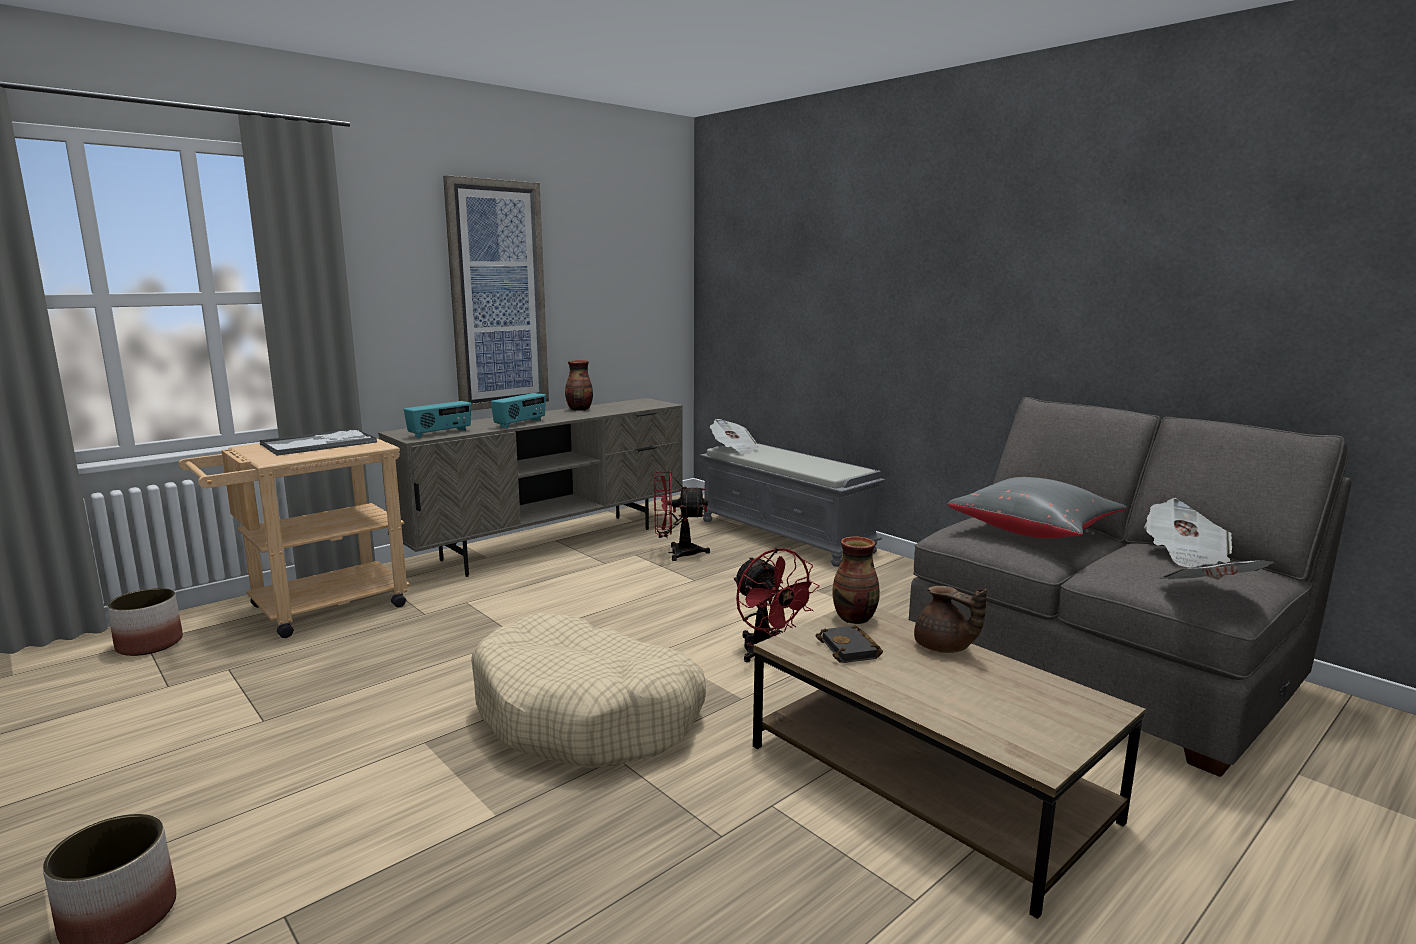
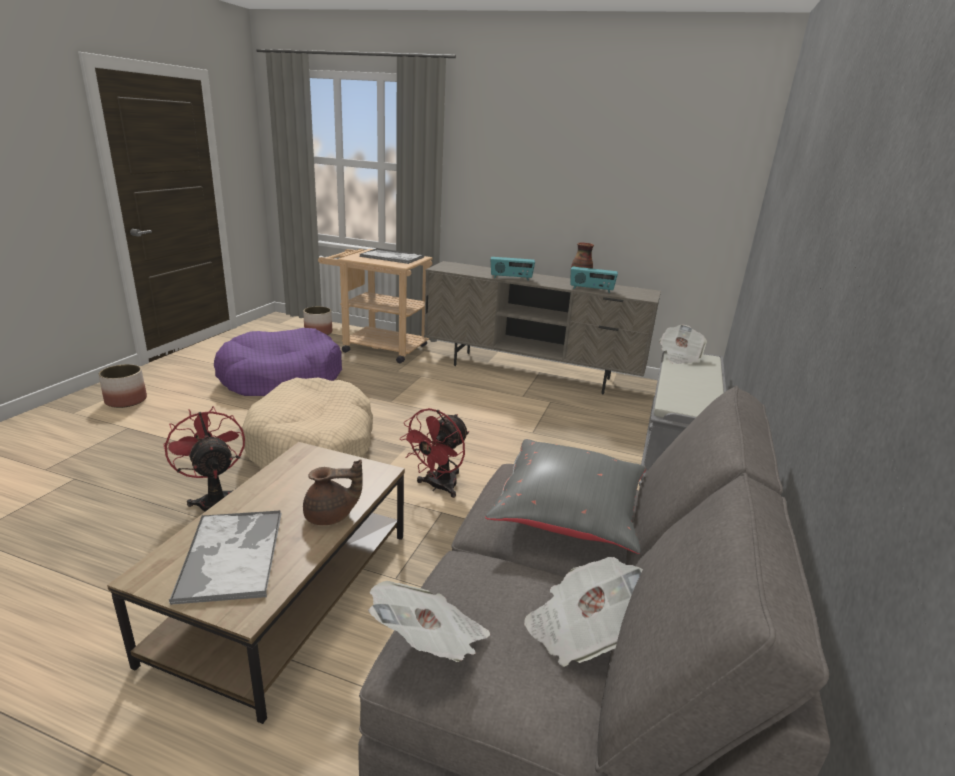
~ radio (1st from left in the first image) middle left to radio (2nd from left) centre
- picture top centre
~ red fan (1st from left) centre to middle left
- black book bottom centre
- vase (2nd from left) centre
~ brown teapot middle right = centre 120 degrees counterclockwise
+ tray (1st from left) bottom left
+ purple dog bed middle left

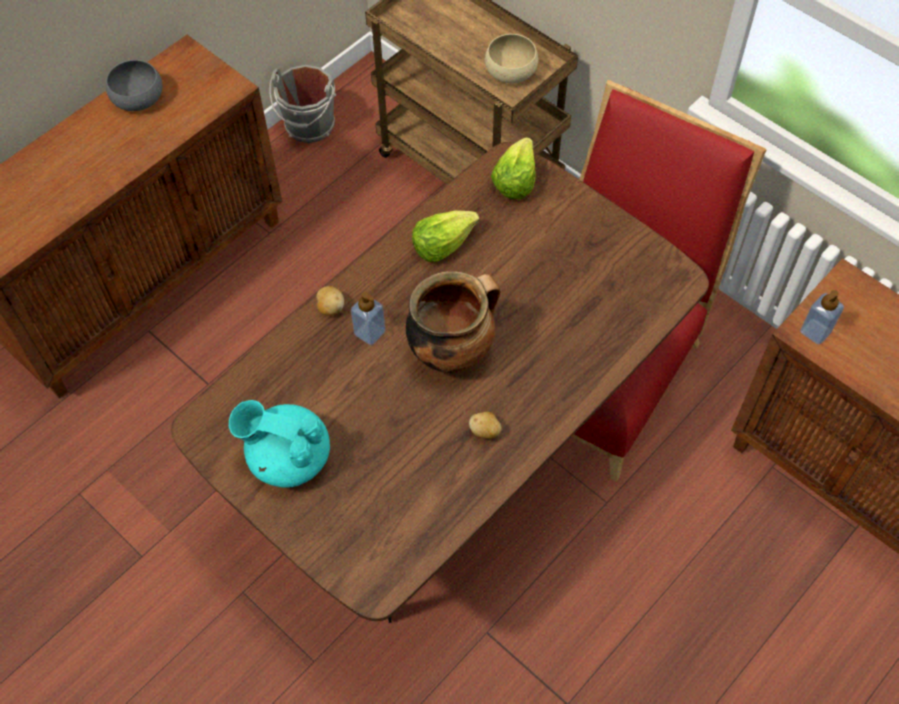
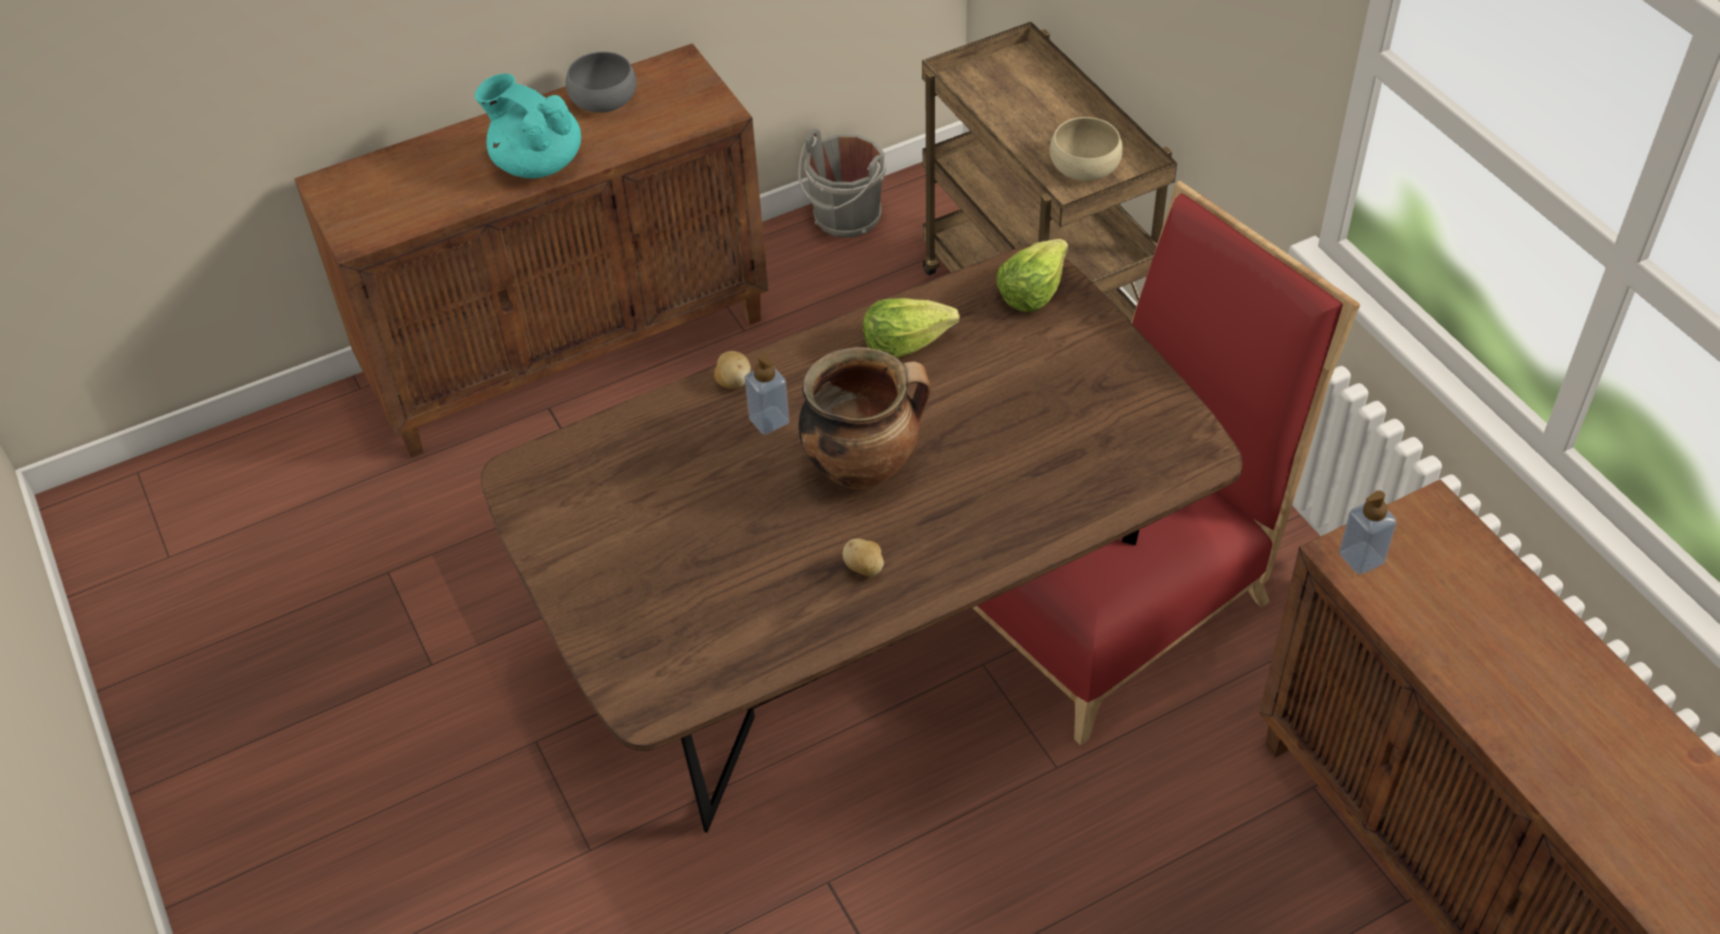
~ turquoise teapot middle left to top left

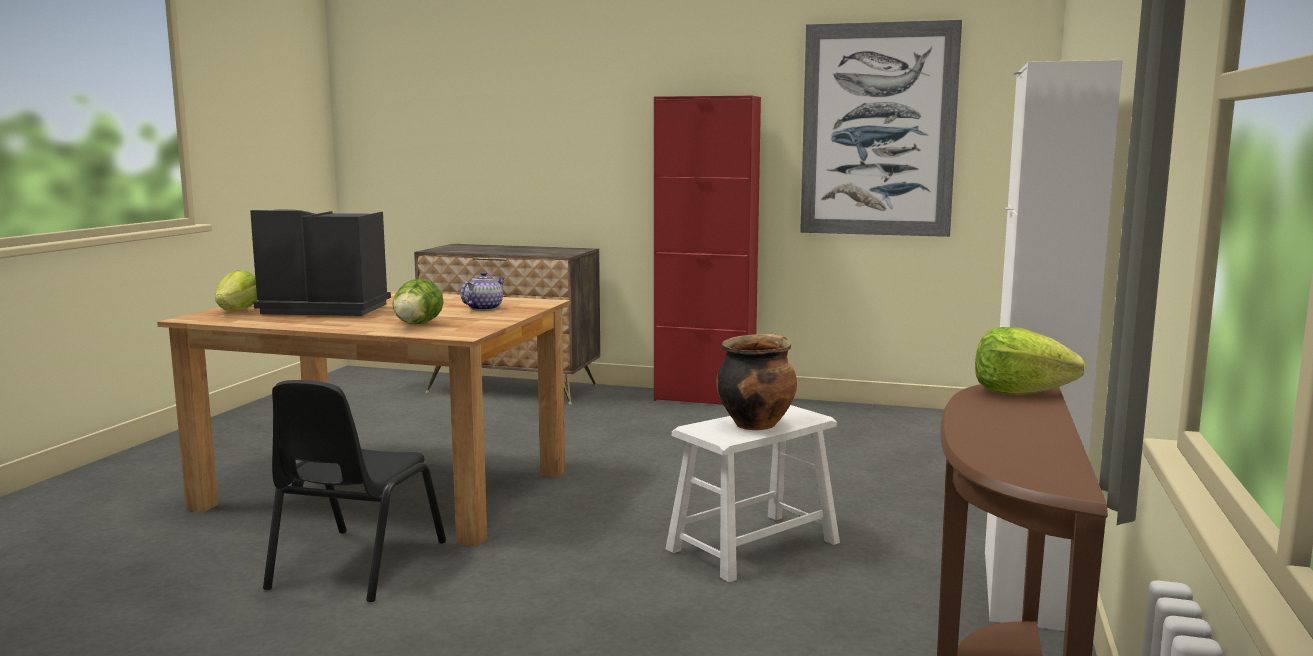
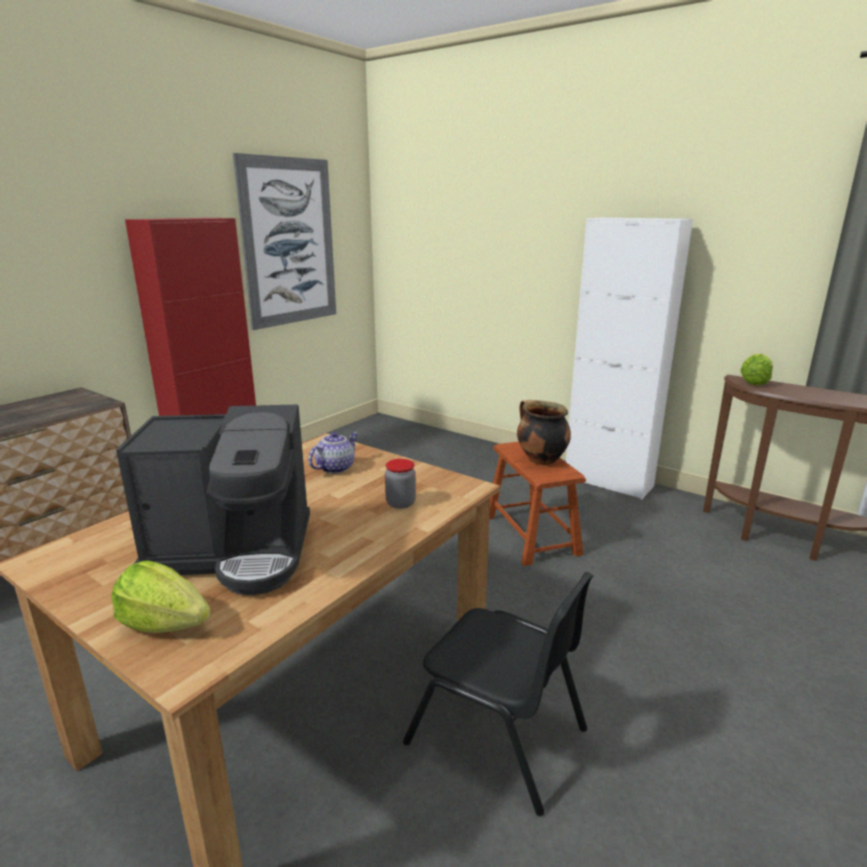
~ coffee machine middle left = middle left 120 degrees counterclockwise
~ lettuce (2nd from left) middle left to jar centre
~ teapot centre = centre 75 degrees clockwise
~ white stool bottom centre to brown stool centre

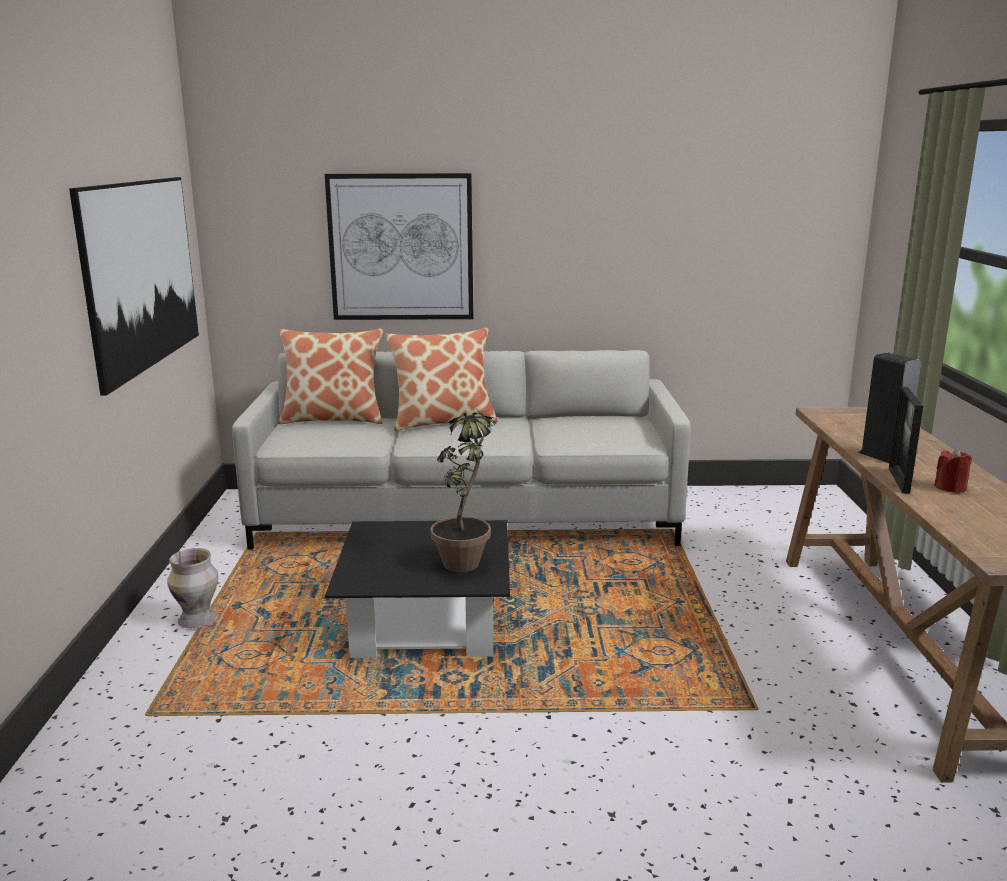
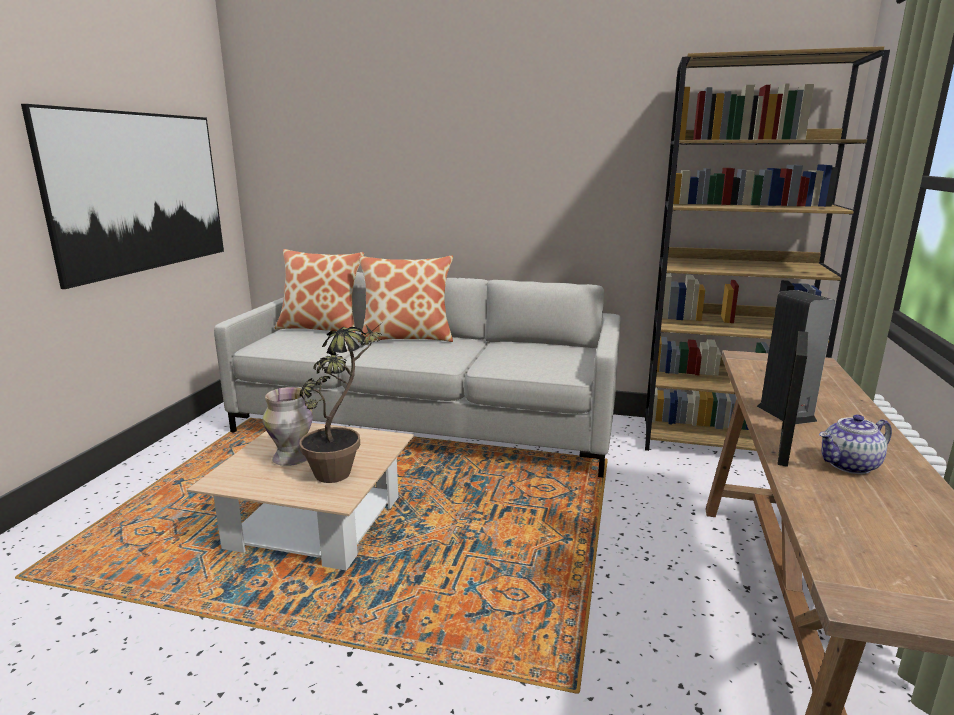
~ vase bottom left to middle left
- picture (2nd from left) top centre
~ black coffee table bottom centre to beige coffee table bottom left
~ red candle middle right to teapot middle right
+ brown bookcase middle right

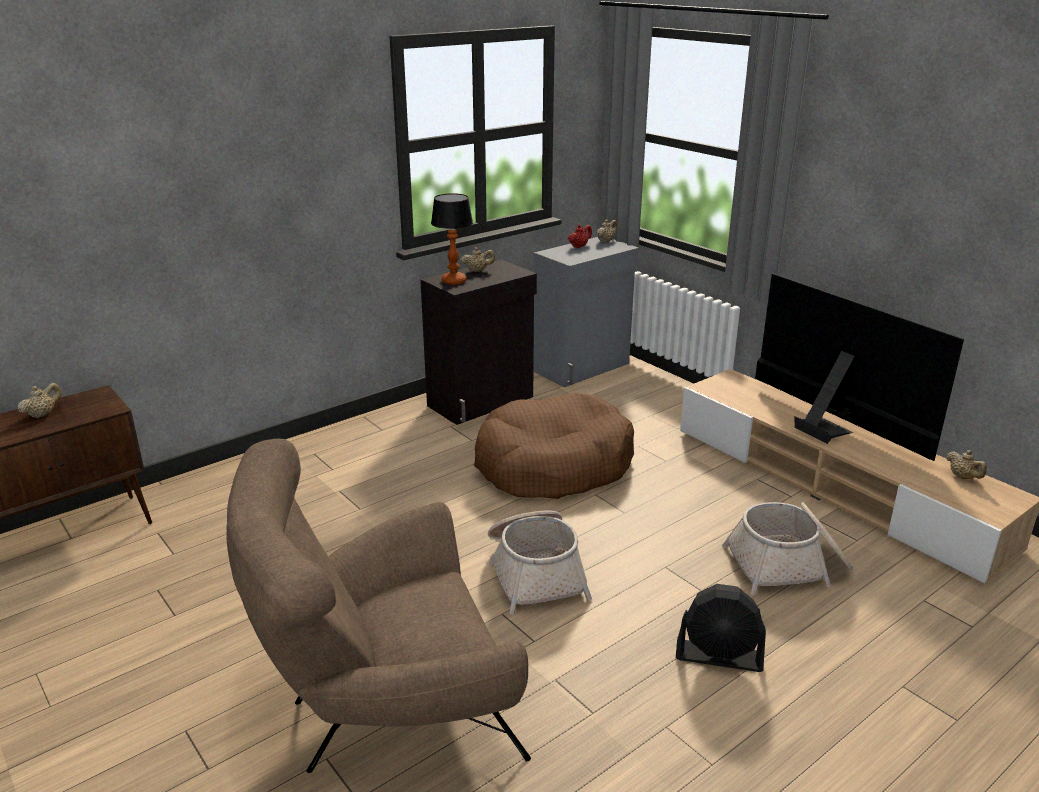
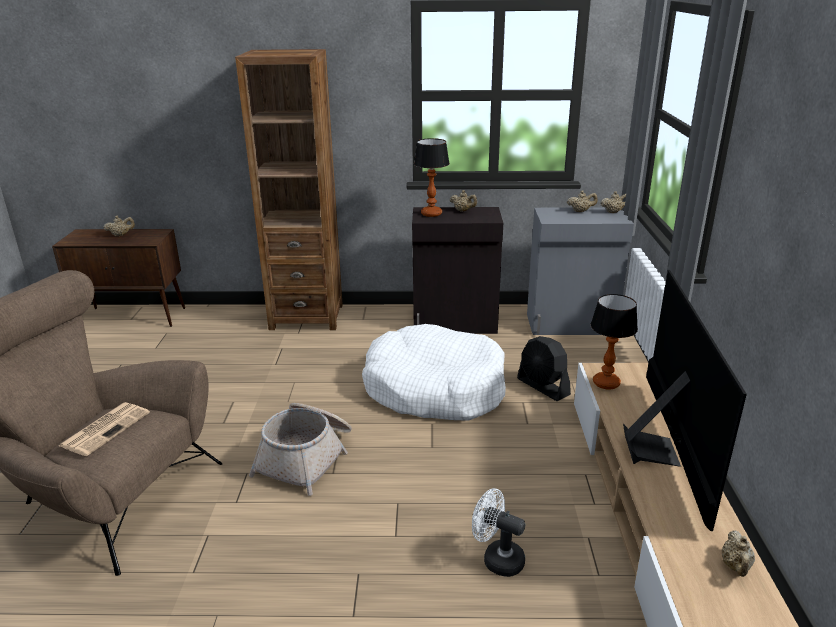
~ brown dog bed centre to white dog bed centre
~ red teapot top centre to beige teapot (3rd from left) top right
~ black fan bottom right to centre
~ basket (2nd from left) bottom right to white fan bottom centre
+ newspaper bottom left
+ brown bookcase top centre
+ table lamp (2nd from left) middle right

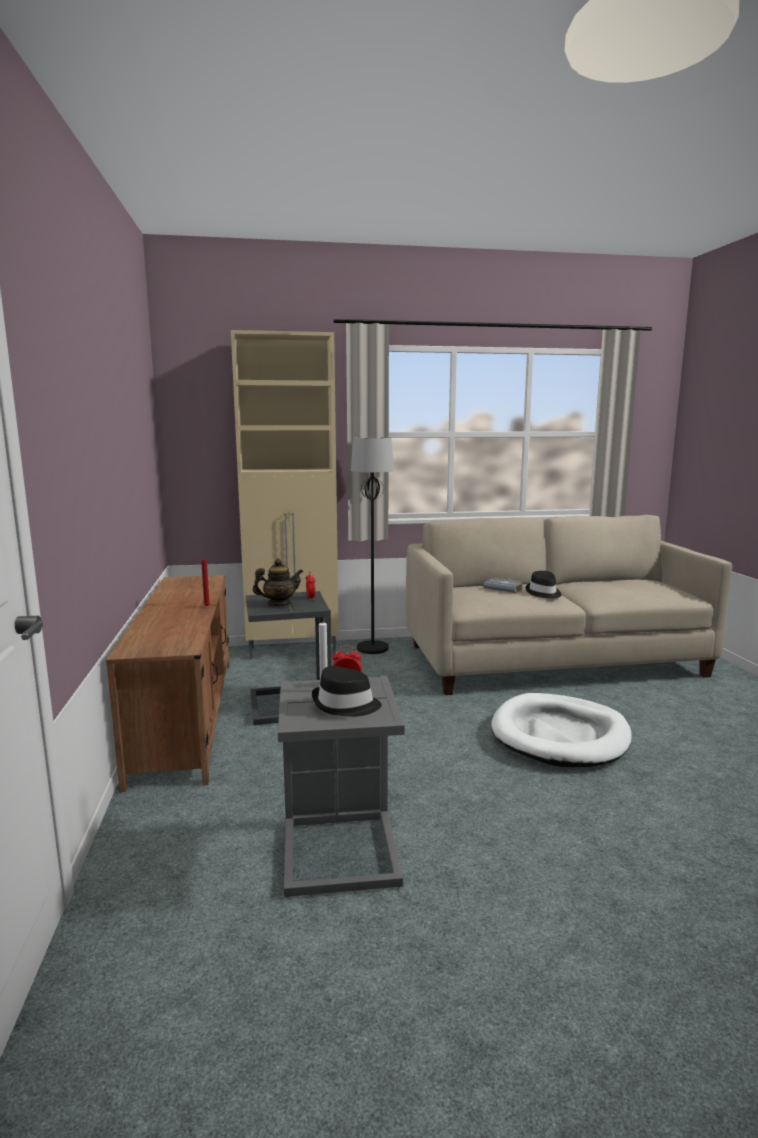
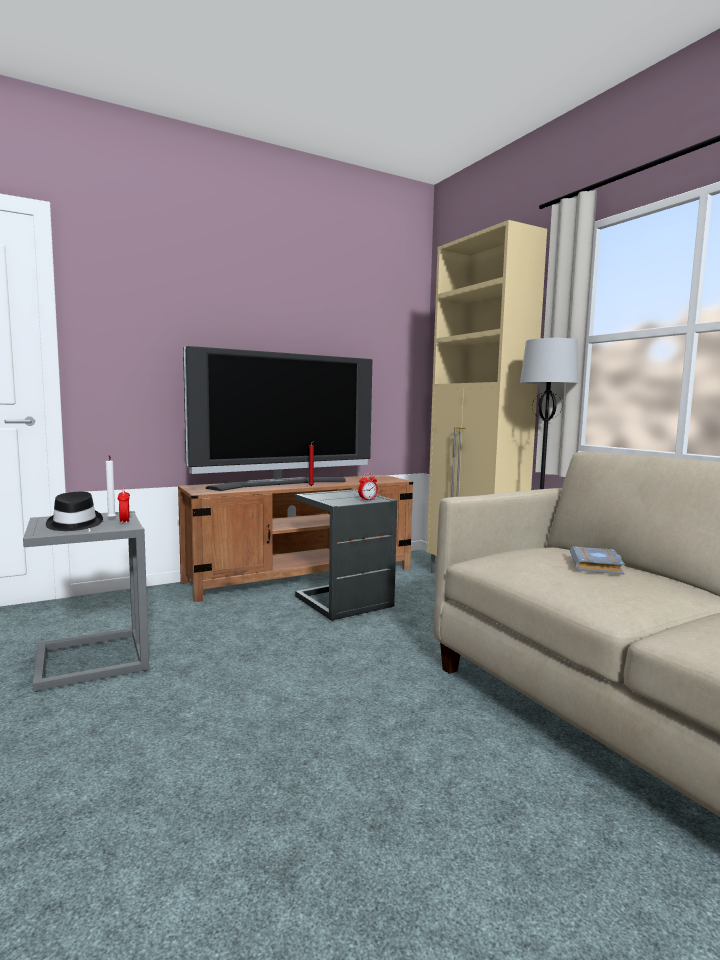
- teapot centre
- white dog bed middle right
- black hat (2nd from left) middle right
+ television centre

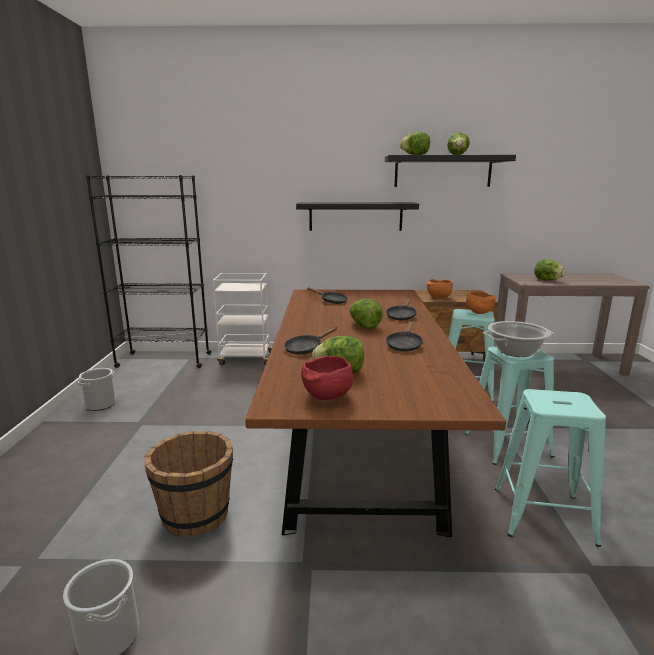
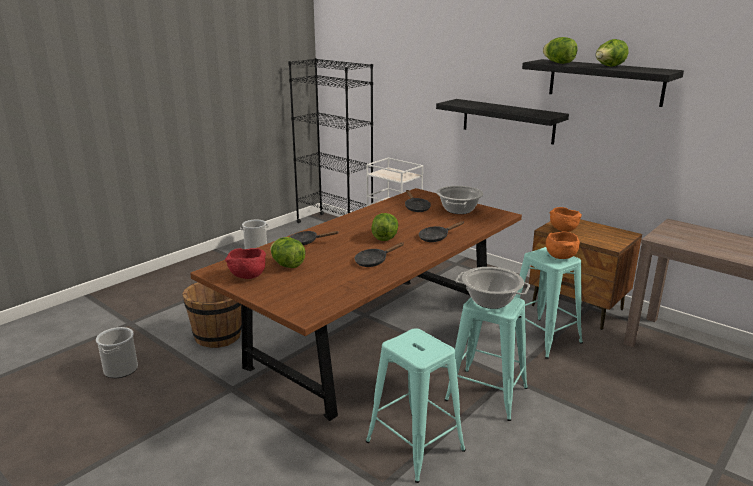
- lettuce (5th from left) middle right
+ cooking pot (1st from left) centre

